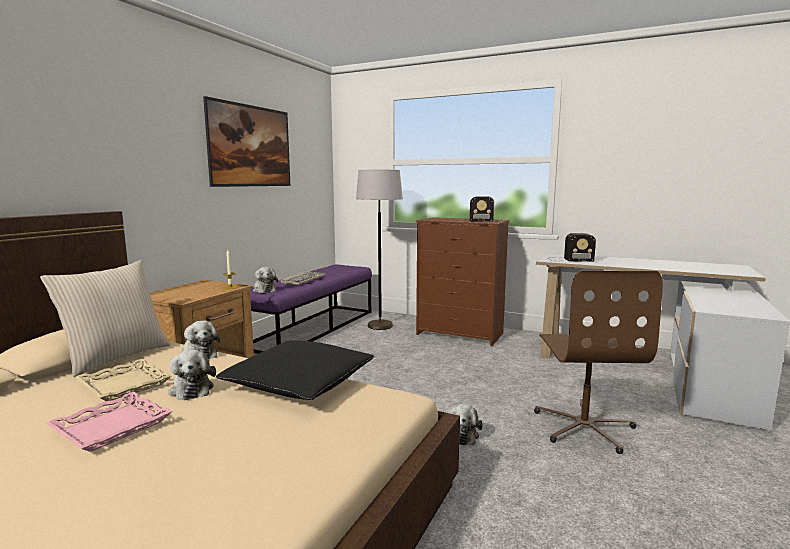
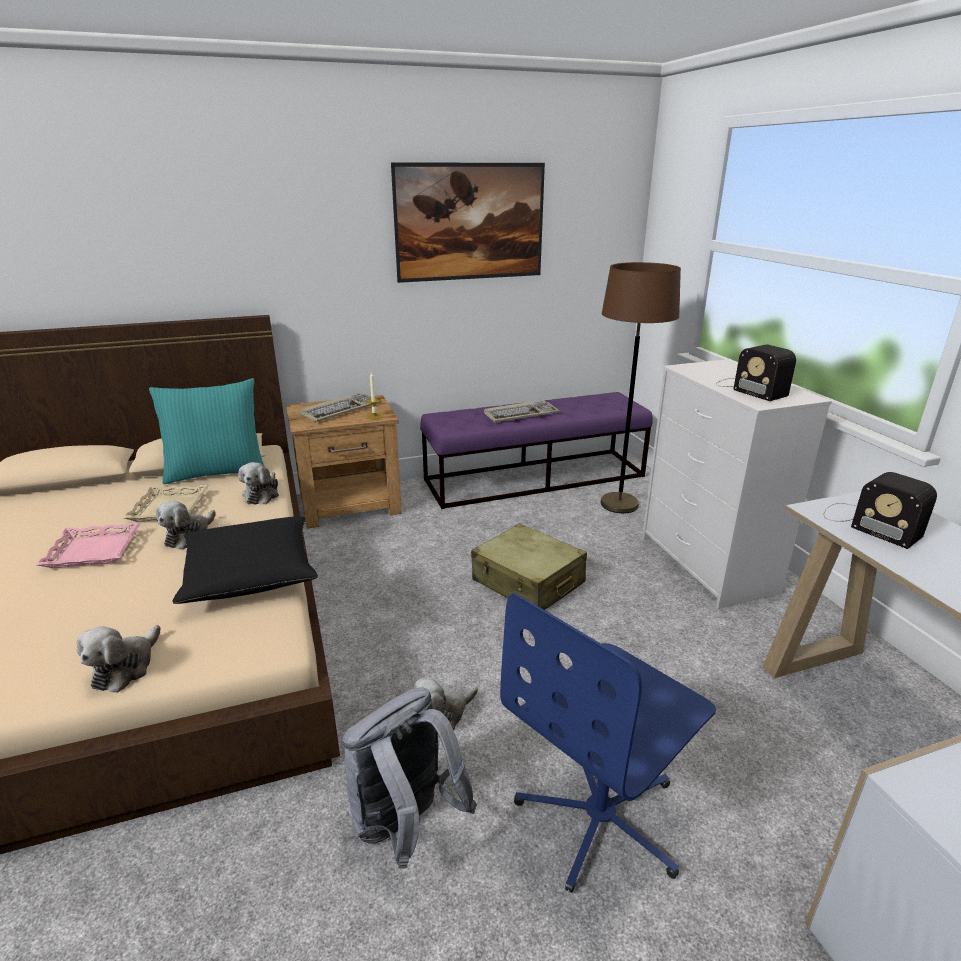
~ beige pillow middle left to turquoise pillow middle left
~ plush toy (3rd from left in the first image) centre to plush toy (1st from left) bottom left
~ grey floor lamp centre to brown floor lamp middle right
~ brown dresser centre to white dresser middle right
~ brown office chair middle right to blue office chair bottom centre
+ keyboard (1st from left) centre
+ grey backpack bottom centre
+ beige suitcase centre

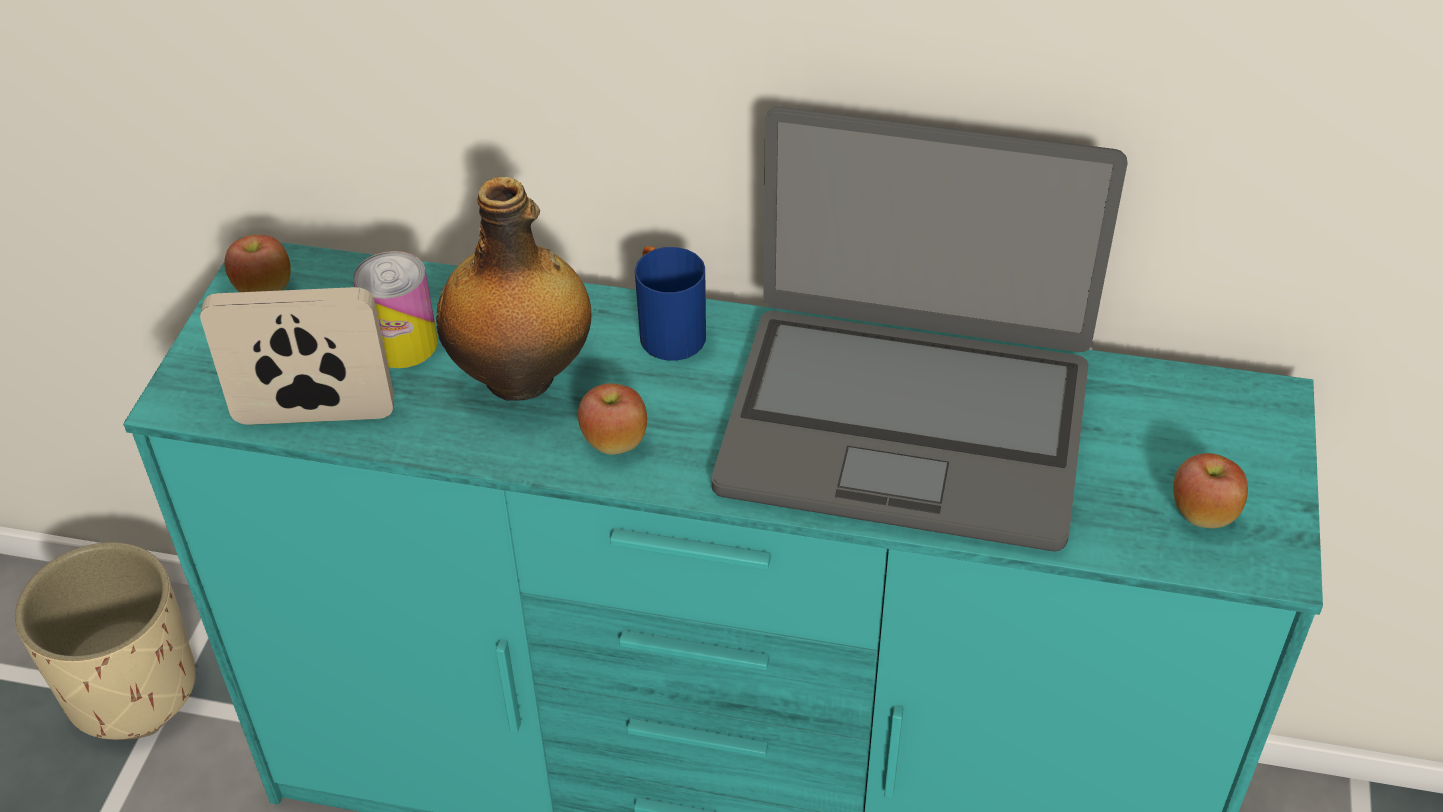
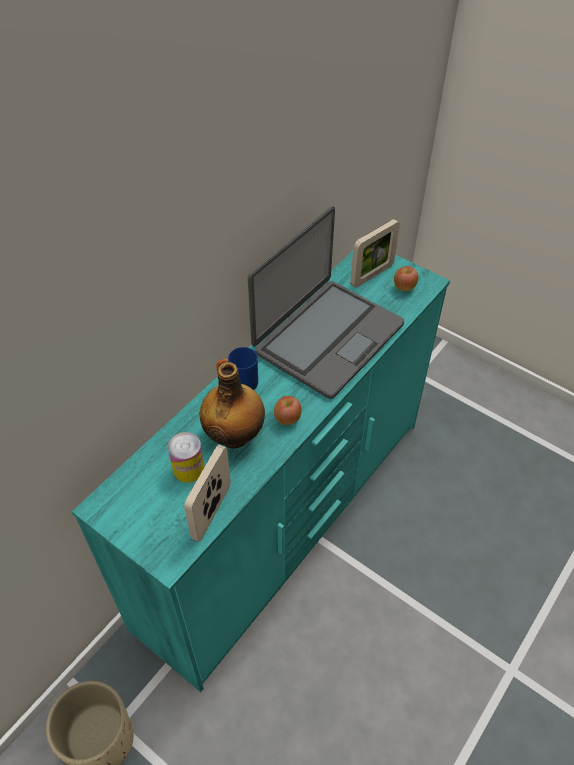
- apple (1st from left) top left
+ picture frame (2nd from left) top centre

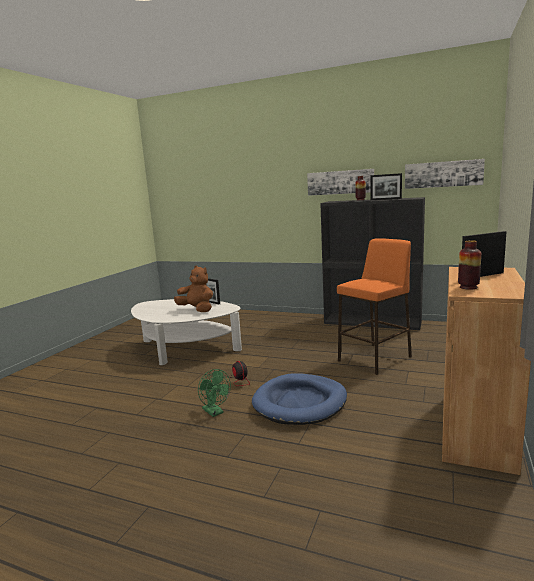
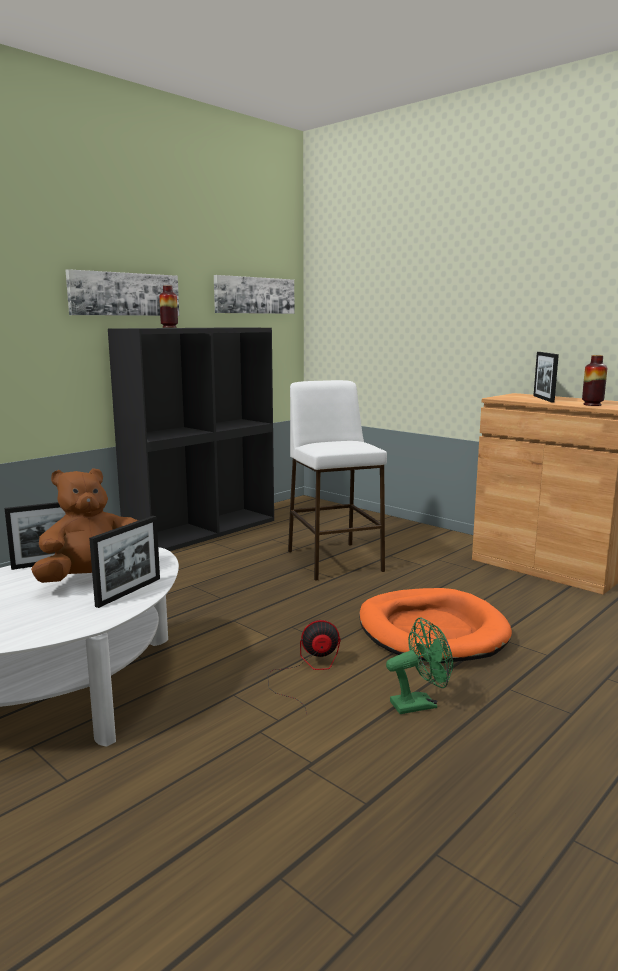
~ blue dog bed bottom centre to orange dog bed middle right
~ orange stool middle right to white stool centre
~ picture frame (2nd from left) top right to middle left

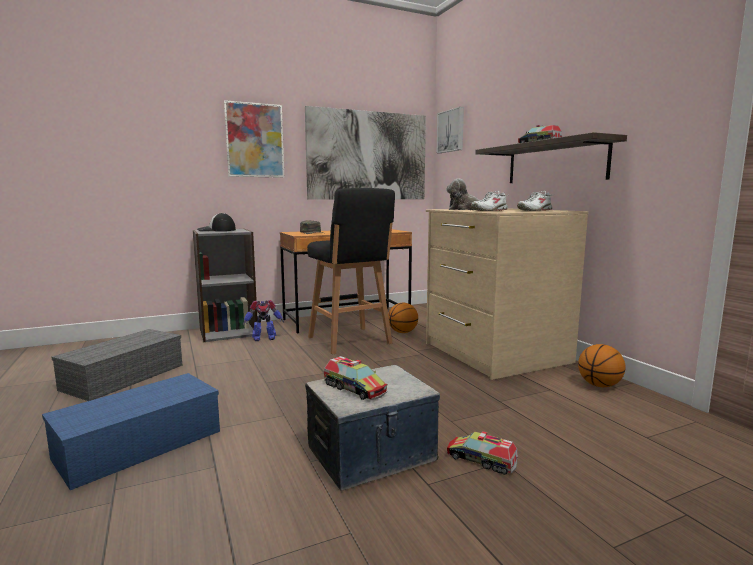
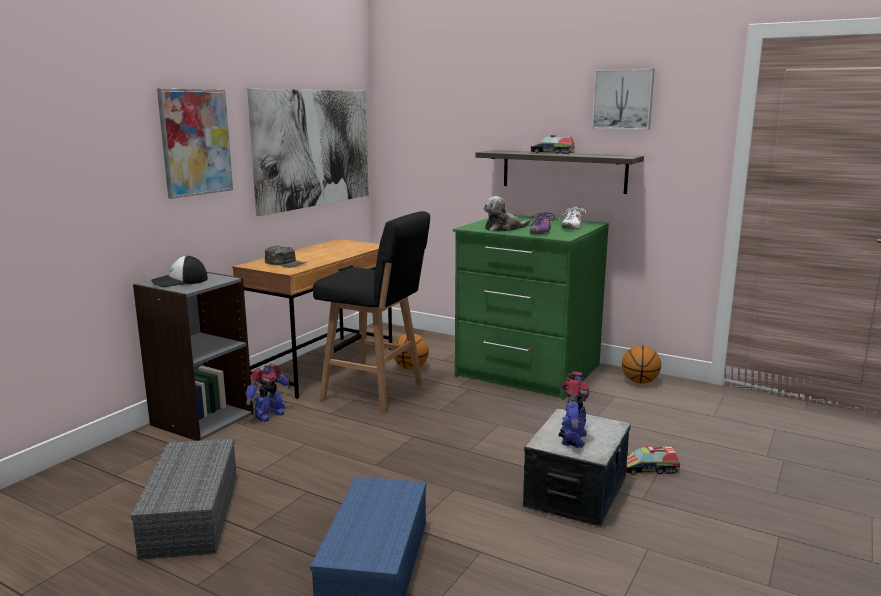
~ toy truck (1st from left) bottom centre to toy robot (2nd from left) bottom centre
~ beige dresser middle right to green dresser centre
~ picture (3rd from left) top centre to top right
~ white shoe (1st from left) centre to purple shoe centre

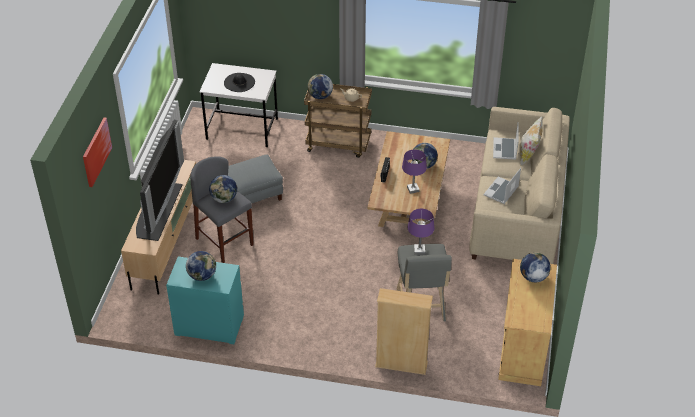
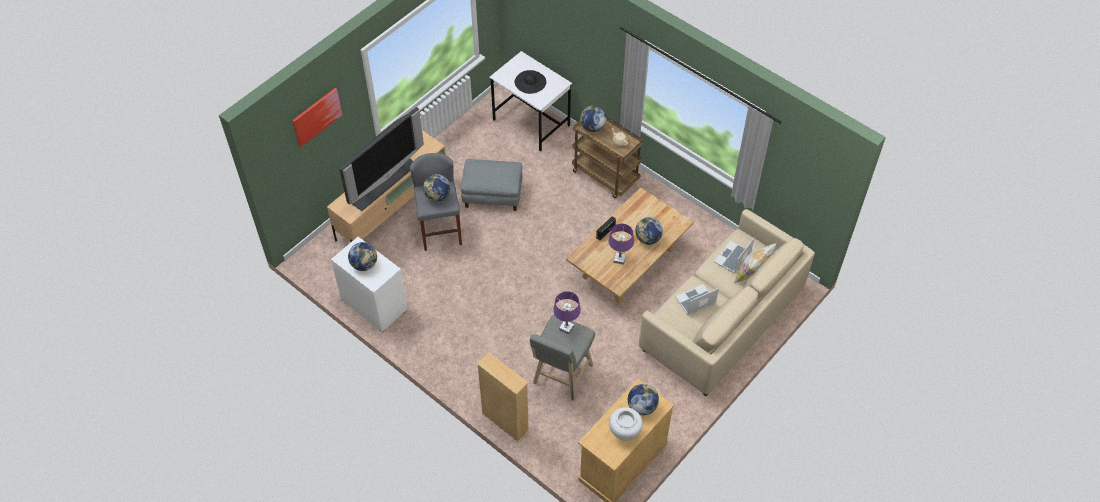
~ turquoise dresser bottom left to white dresser centre
+ white vase bottom centre

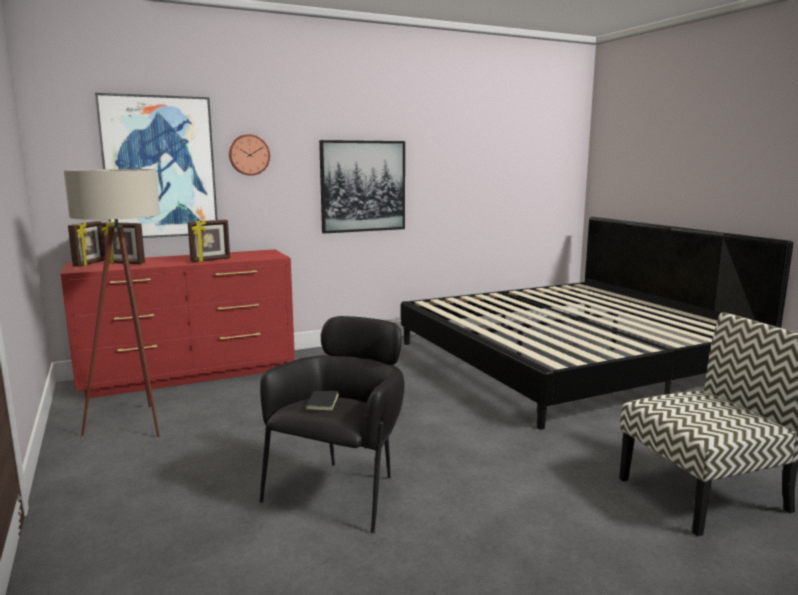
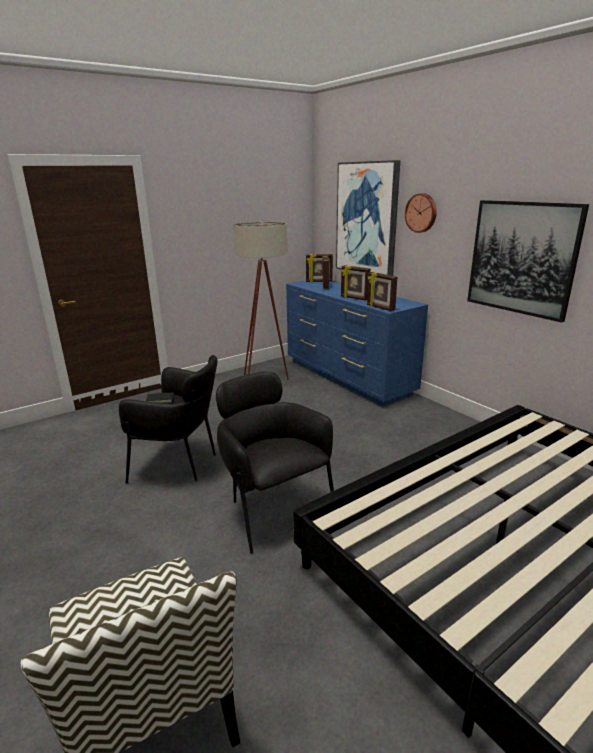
~ red dresser middle left to blue dresser centre
+ black armchair (2nd from left) centre
+ picture frame (4th from left) centre

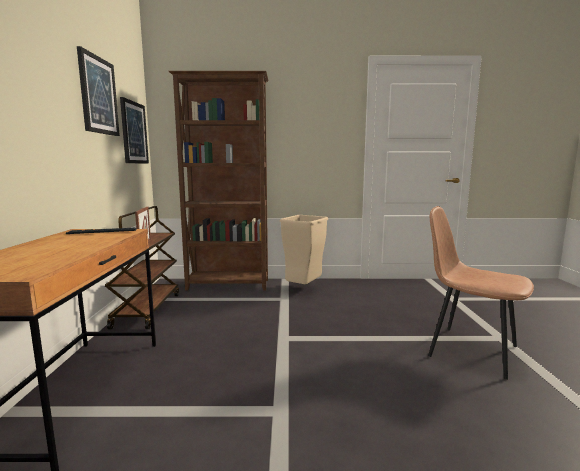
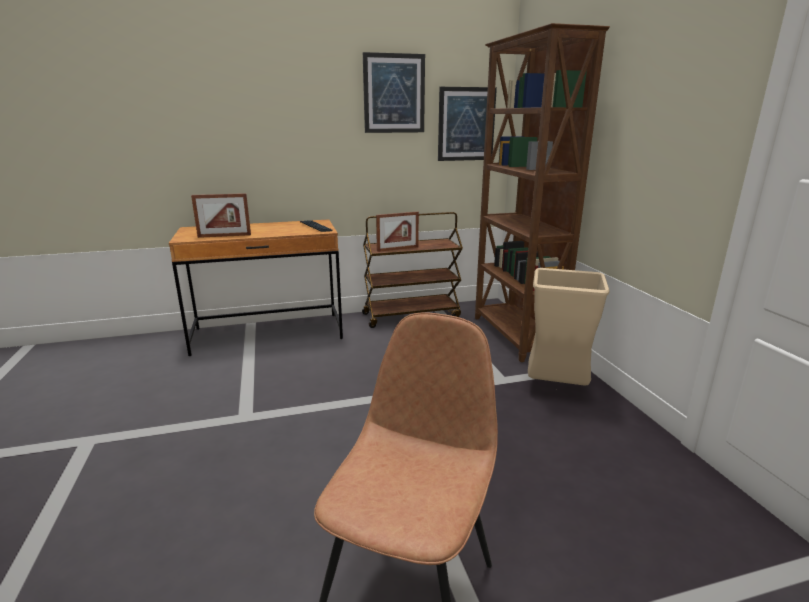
+ picture frame (1st from left) middle left

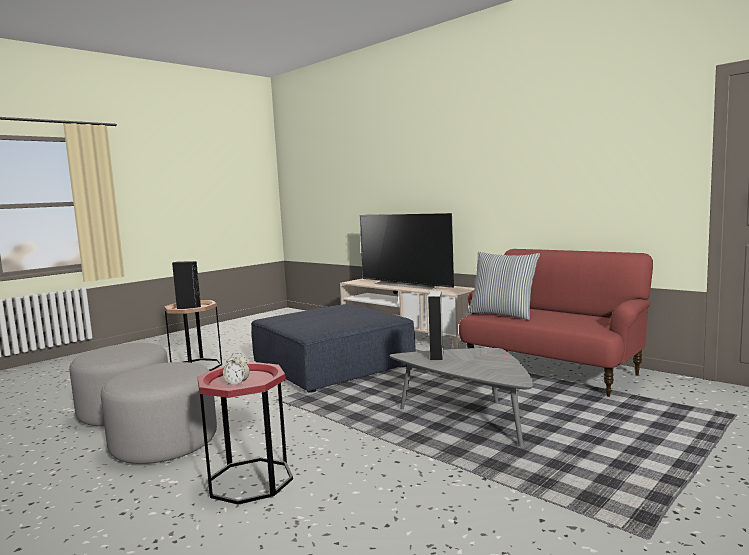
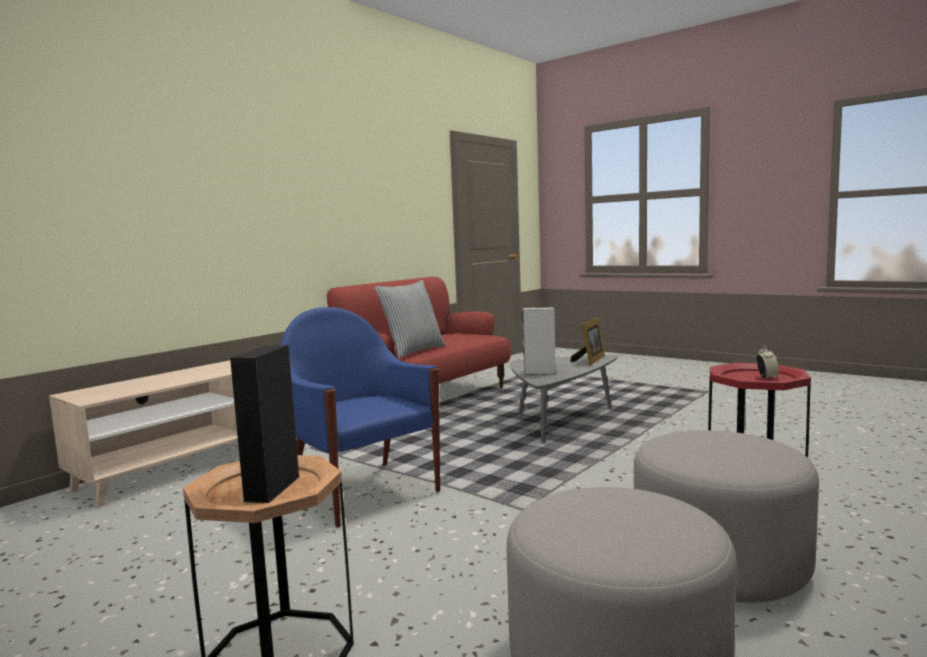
~ blue ottoman centre to blue armchair centre
- television centre
+ picture frame centre

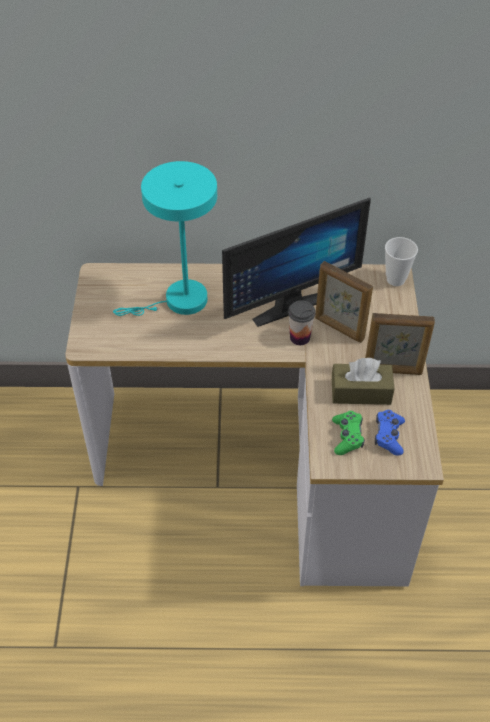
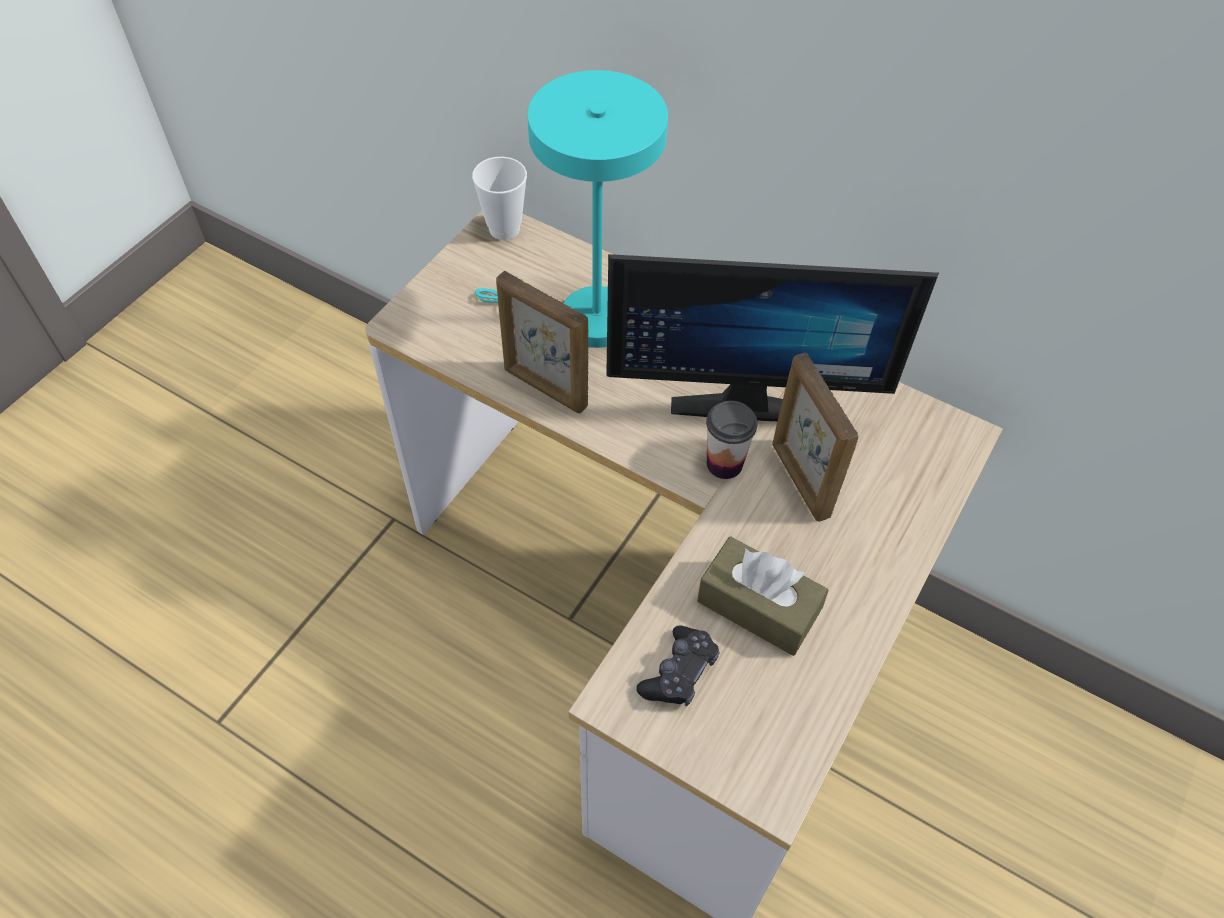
~ green game controller middle right to black game controller bottom centre
~ picture frame (2nd from left in the first image) middle right to picture frame (1st from left) centre
- blue game controller middle right
~ cup (2nd from left in the first image) middle right to cup (1st from left) top centre

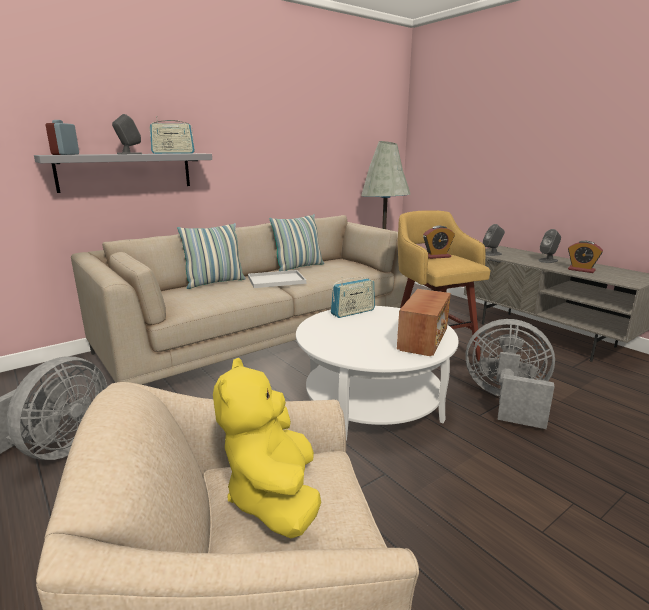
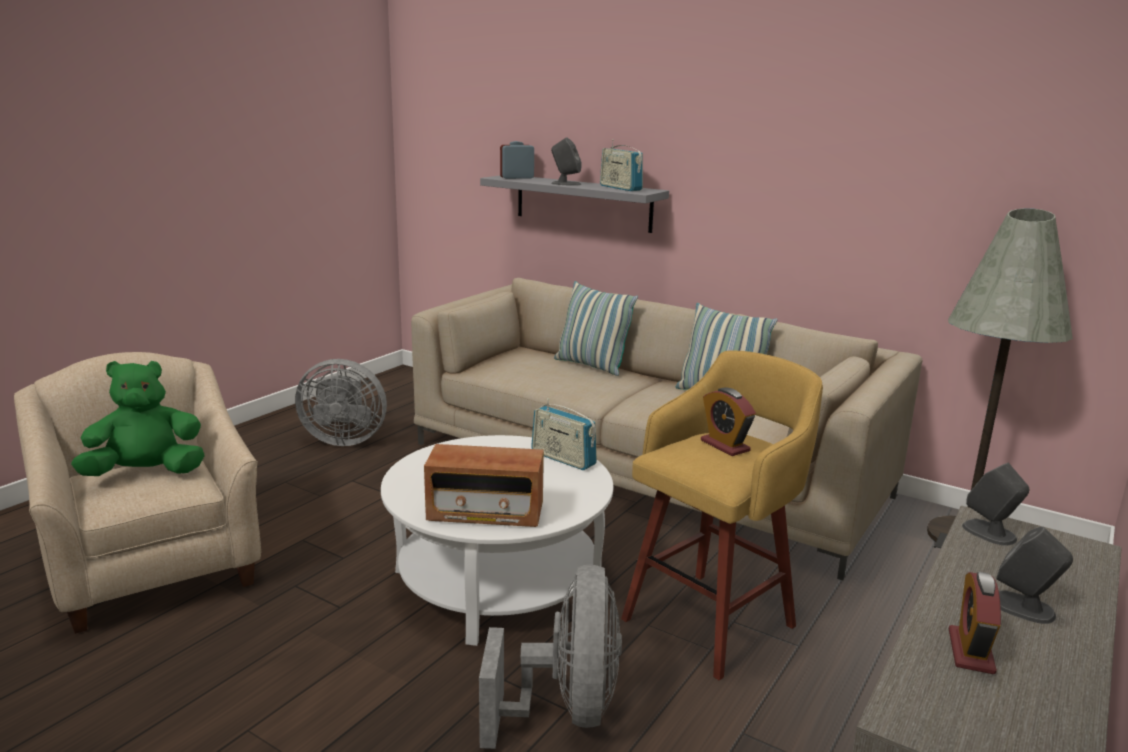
~ yellow plush toy bottom centre to green plush toy middle left
- white tray centre

